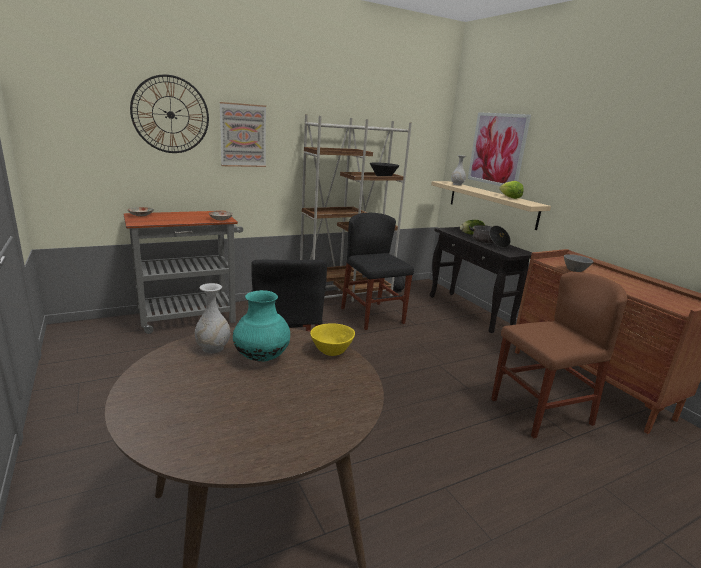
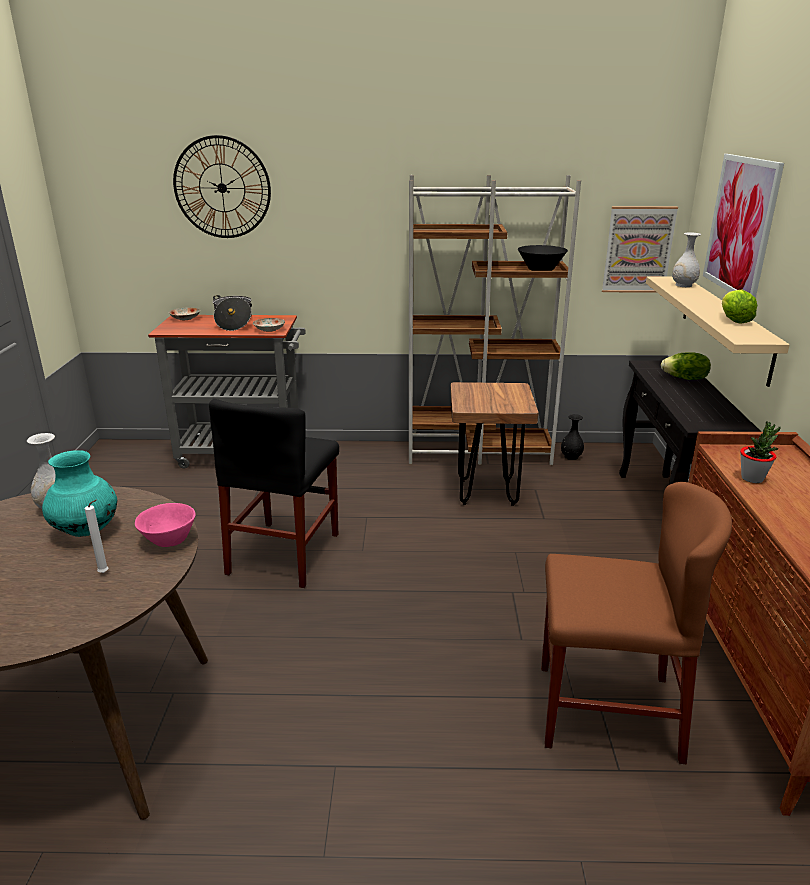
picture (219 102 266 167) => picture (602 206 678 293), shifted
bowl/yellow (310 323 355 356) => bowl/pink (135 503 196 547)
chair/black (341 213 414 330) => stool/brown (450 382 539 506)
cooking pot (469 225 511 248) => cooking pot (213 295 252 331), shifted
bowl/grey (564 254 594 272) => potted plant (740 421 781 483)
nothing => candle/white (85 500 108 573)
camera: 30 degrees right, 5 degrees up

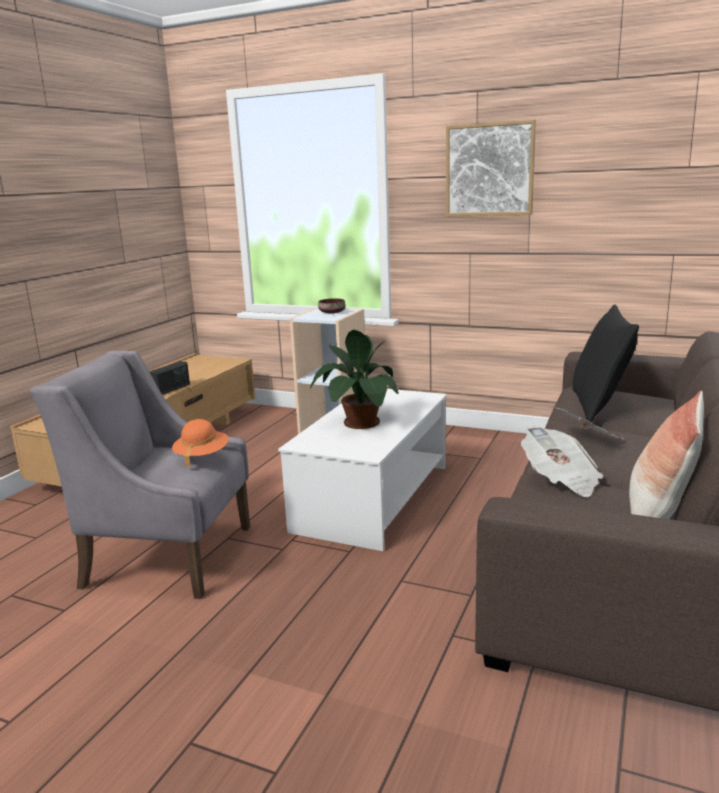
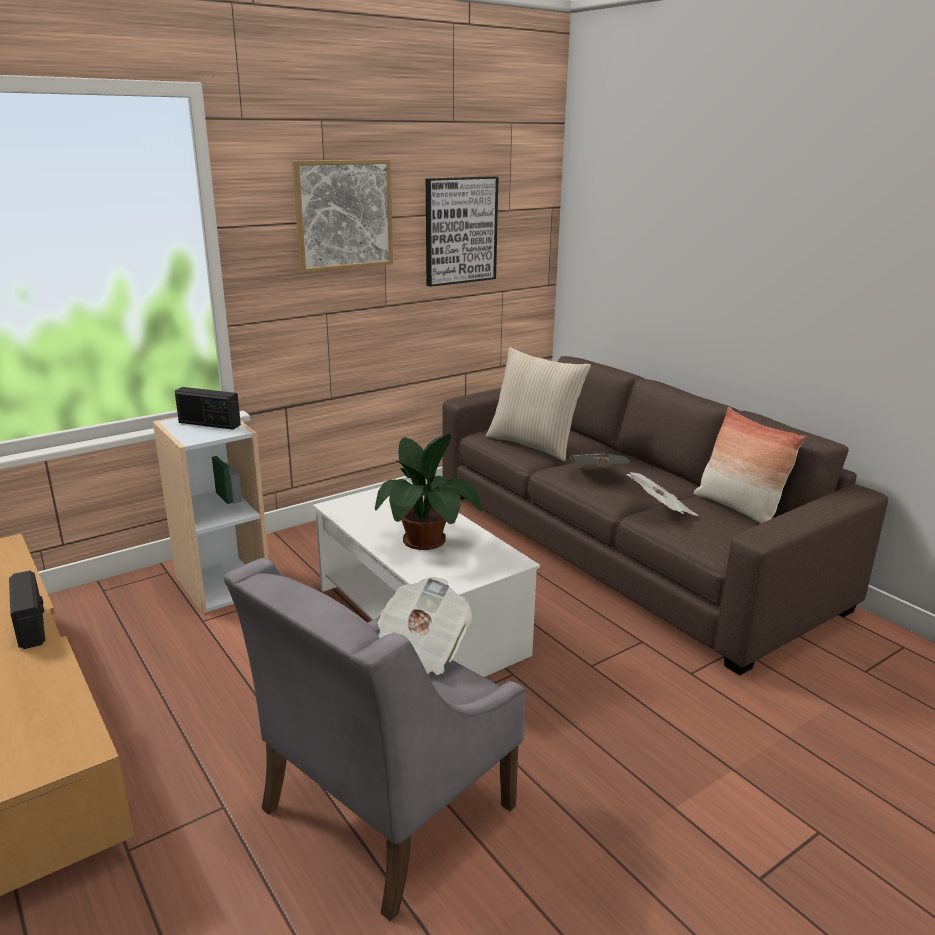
hat/orange (172 419 229 468) => newspaper (377 577 472 675)
bowl/brown (318 298 346 314) => radio (175 387 241 430)
pillow/black (572 305 639 422) => pillow/beige (486 347 591 461)
nothing => picture (426 176 499 287)
camera: 60 degrees left, 5 degrees up

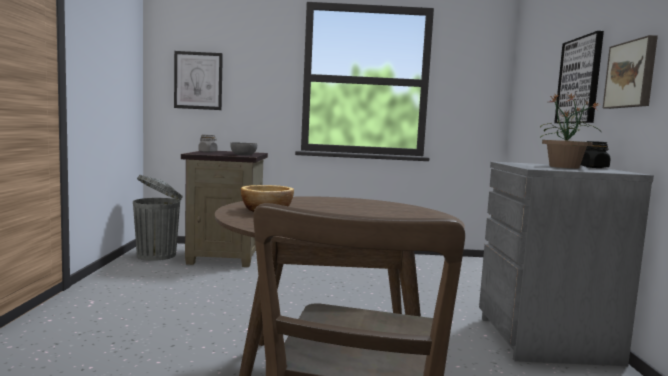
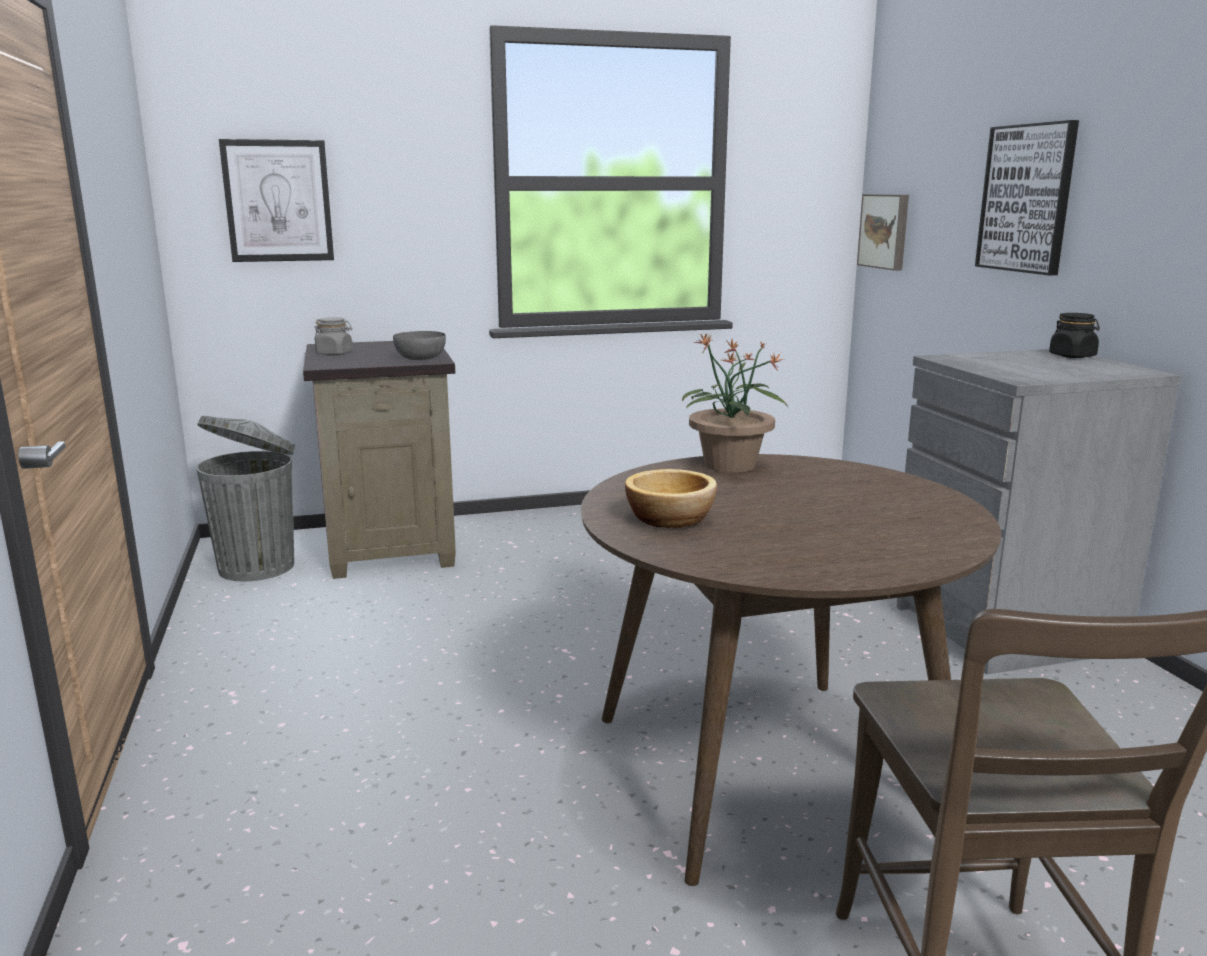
potted plant (540 93 601 168) => potted plant (682 333 789 473), shifted
picture (603 35 658 109) => picture (857 194 909 271), shifted
camera: 15 degrees left, 10 degrees up

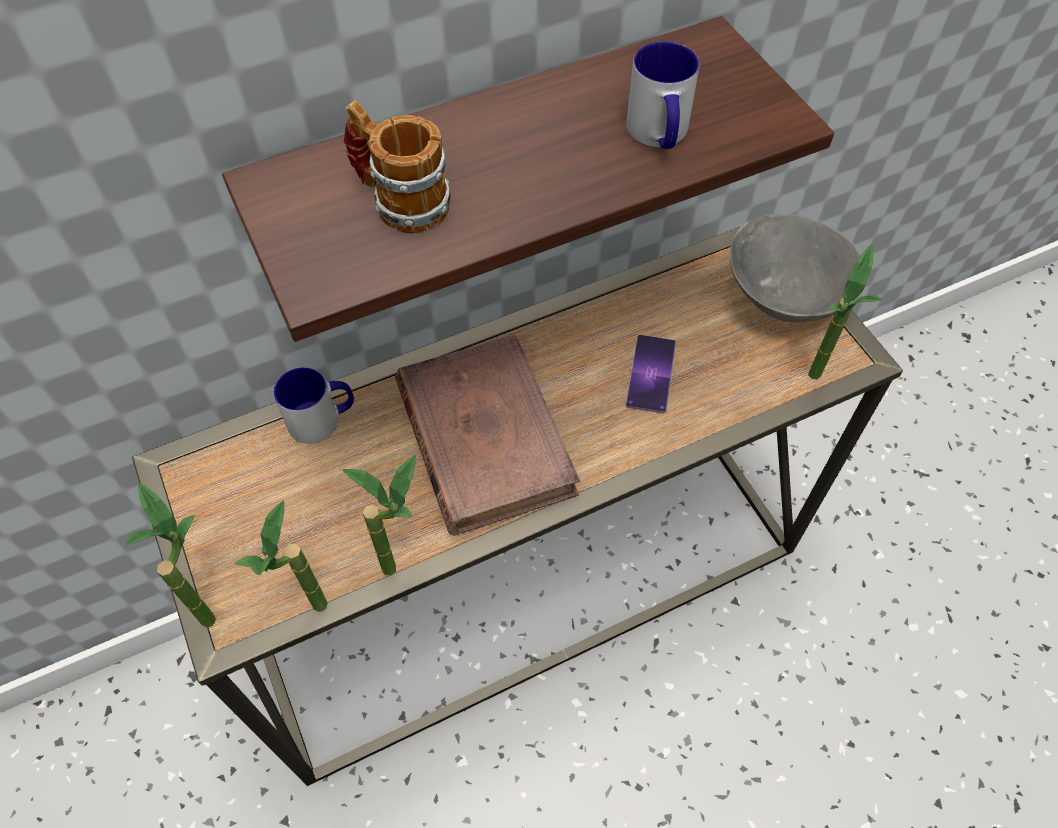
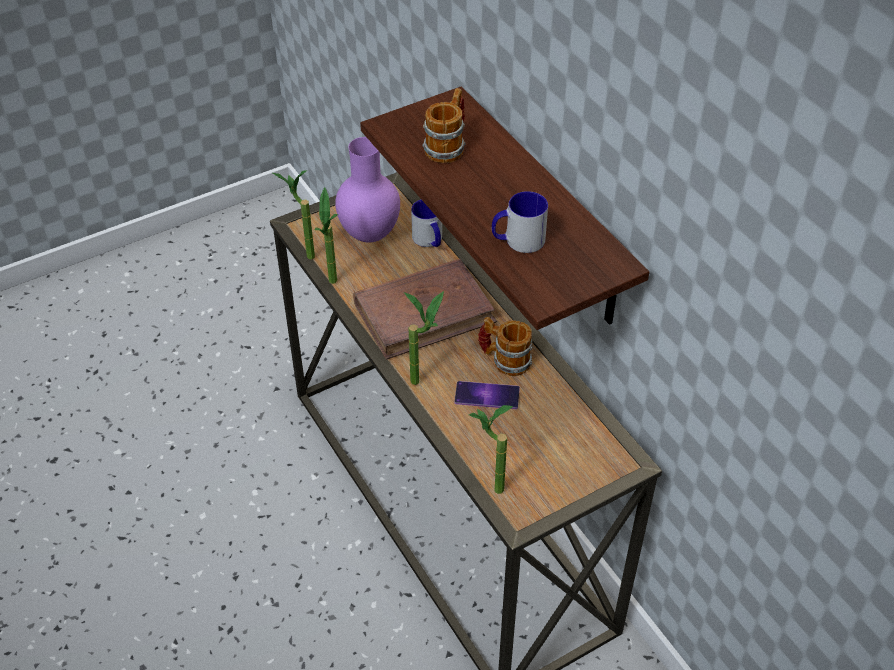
potted plant (125 482 216 628) => potted plant (404 291 444 385), shifted
bowl/grey (730 213 861 322) => nothing
nothing => vase/purple (335 137 400 243)
nothing => mug (478 317 532 376)
camera: 85 degrees right, 10 degrees down

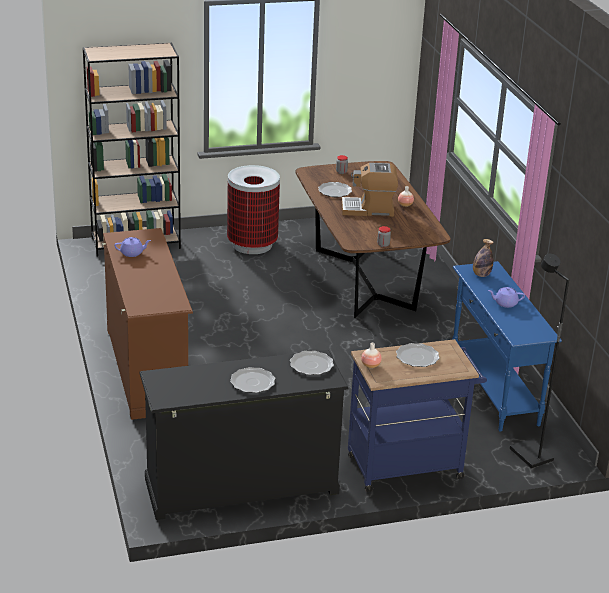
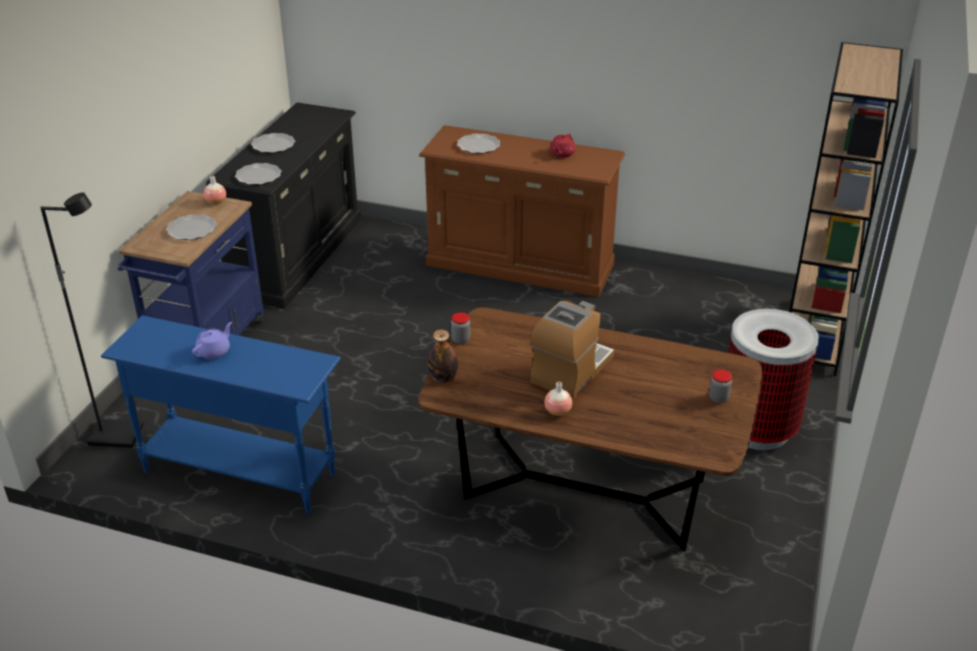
teapot/purple (114 237 151 257) => teapot/red (550 134 576 157)
plate (318 182 352 197) => plate (457 133 500 154), shifted
bottle (473 239 494 277) => bottle (428 329 458 383), shifted
camera: 125 degrees right, 5 degrees up

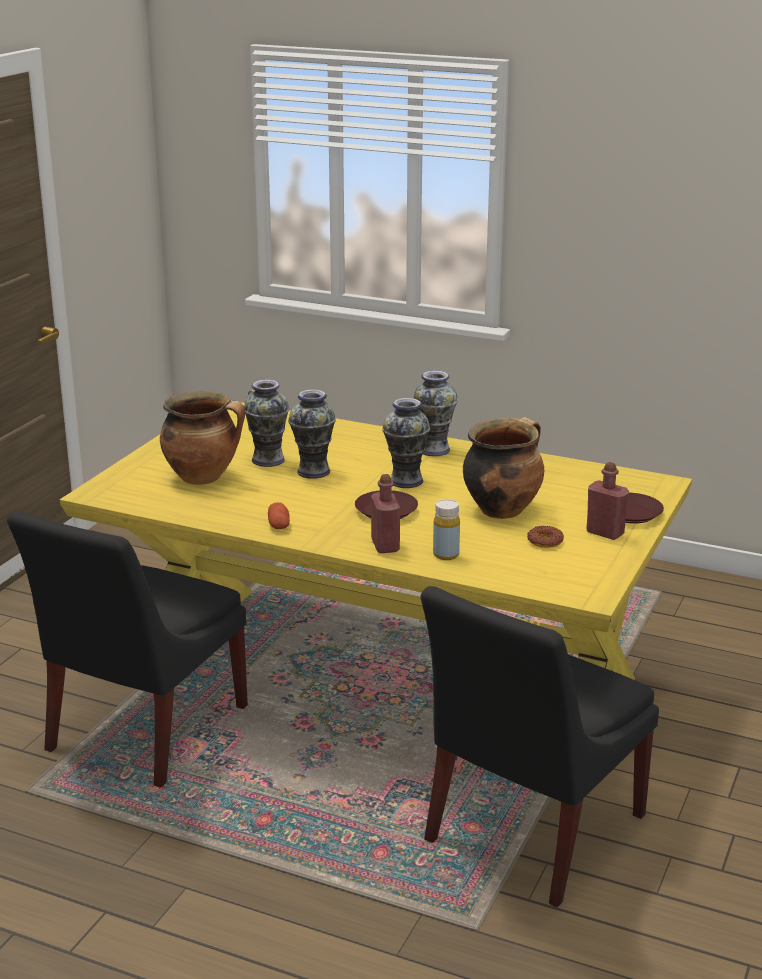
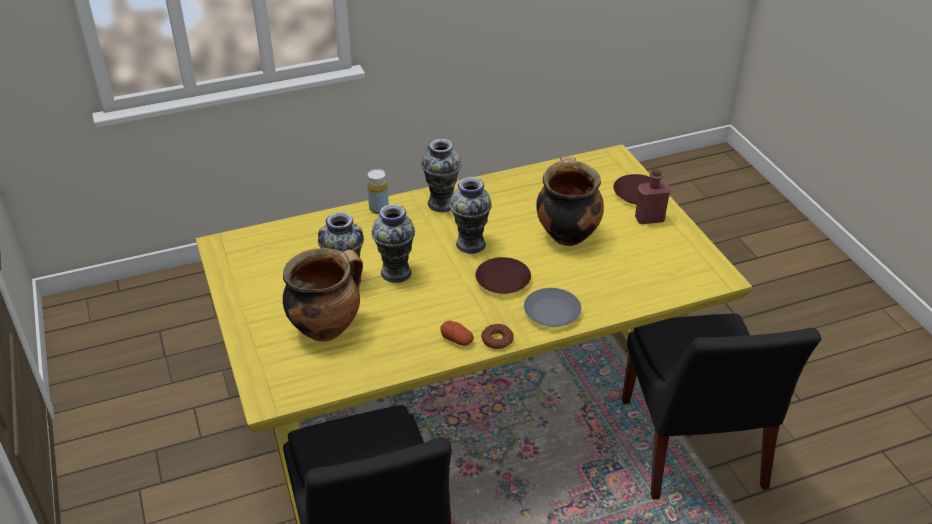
bottle/red (371 474 400 553) => plate/grey (524 288 581 327)
bottle/yellow (433 499 460 560) => bottle/yellow (367 169 389 214), shifted
donut (527 526 564 548) => donut (481 324 514 349), shifted
camera: 45 degrees left, 15 degrees up

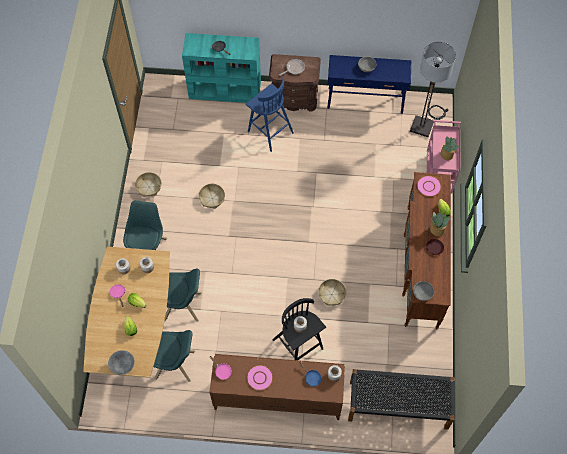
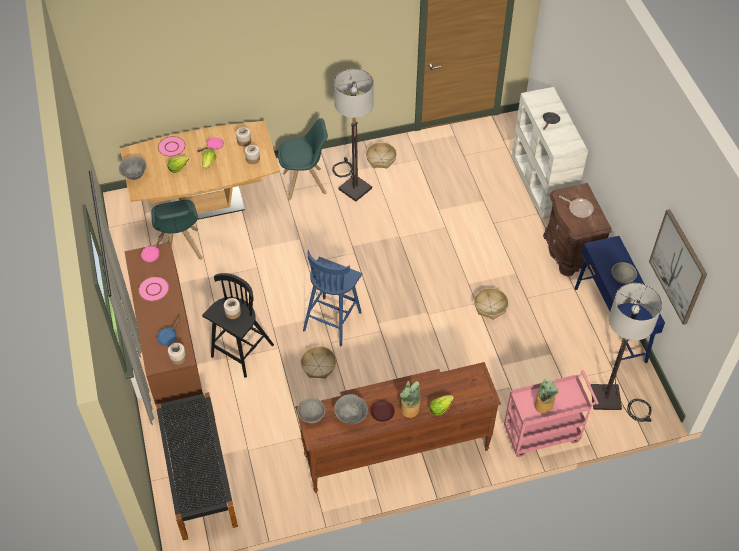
chair/turquoise (165 268 202 322) => nothing
bookcase/turquoise (182 33 261 103) => bookcase/white (512 87 588 219)
basket (198 184 225 209) => basket (474 288 509 320), shifted
stool/blue (246 77 294 152) => stool/blue (303 250 362 346), shifted
plate/pink (417 176 441 197) => plate/pink (158 136 186 157), shifted
nothing => floor lamp (332 69 374 202)
nothing => bowl/grey (334 394 368 424)
nothing => picture (649 209 707 325)
camera: 70 degrees right, 10 degrees down

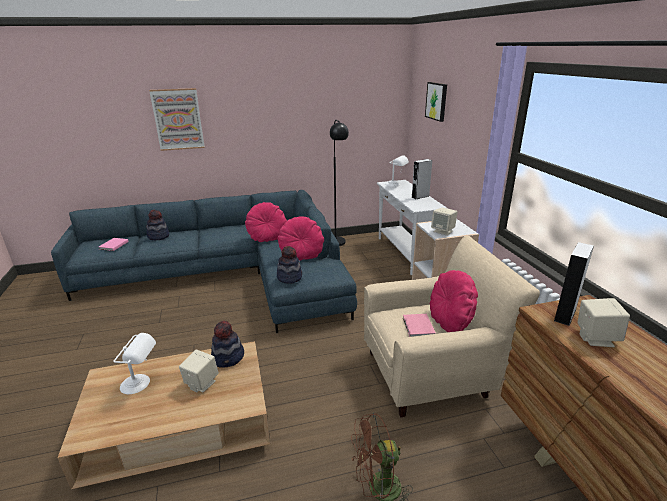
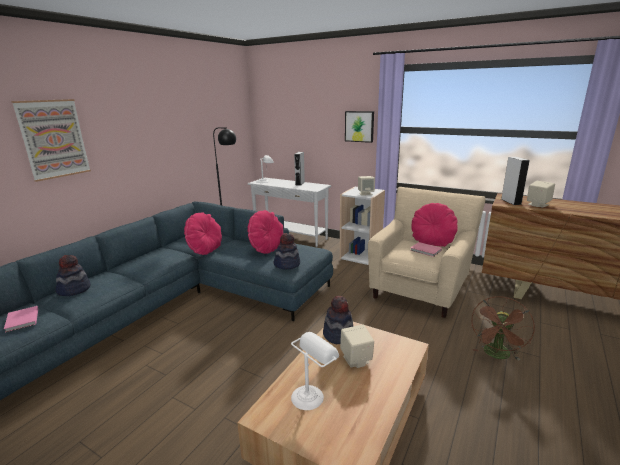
picture (425 82 447 122) => picture (345 111 374 143), shifted
camera: 45 degrees left, 5 degrees down

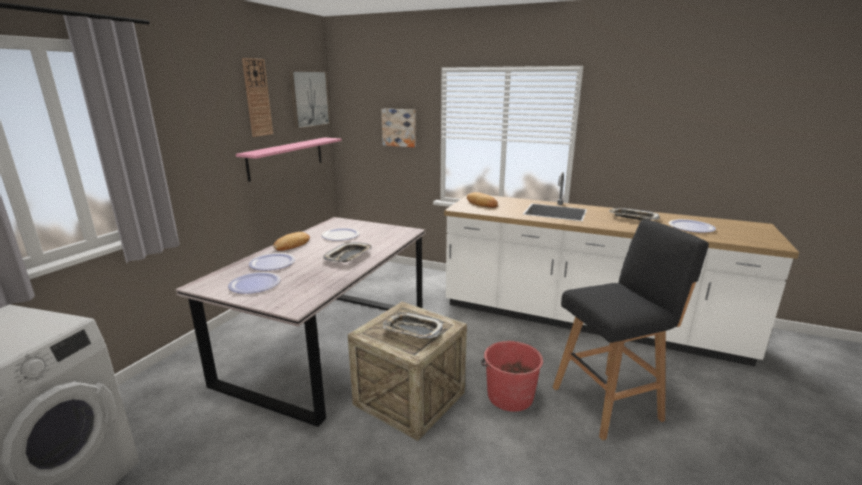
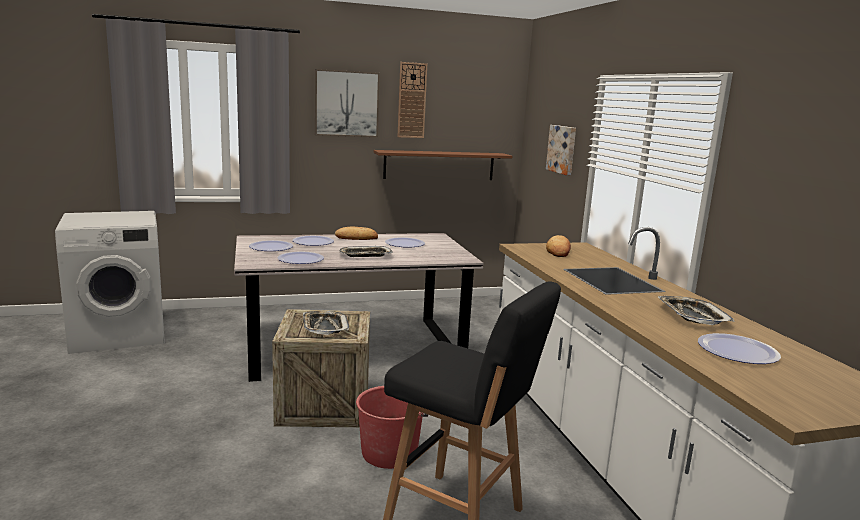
shelf/pink (236 137 342 182) => shelf/brown (373 150 513 180)
picture (289 70 331 129) => picture (315 69 380 137), shifted
nothing => plate (278 252 324 264)
camera: 50 degrees right, 5 degrees down

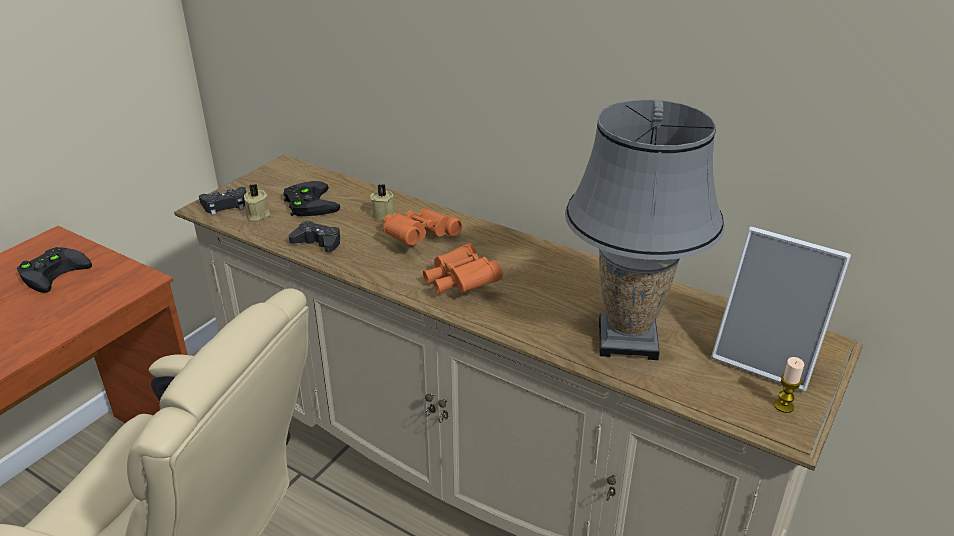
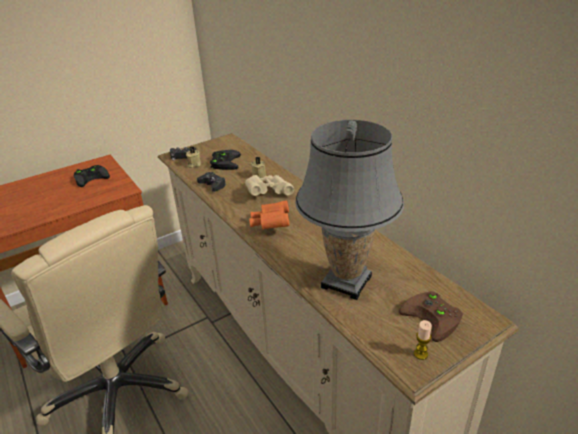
binoculars/orange (383 208 462 246) => binoculars/beige (245 175 294 196)
picture frame (711 227 851 392) => game controller/brown (399 291 463 342)
camera: 25 degrees right, 0 degrees up

